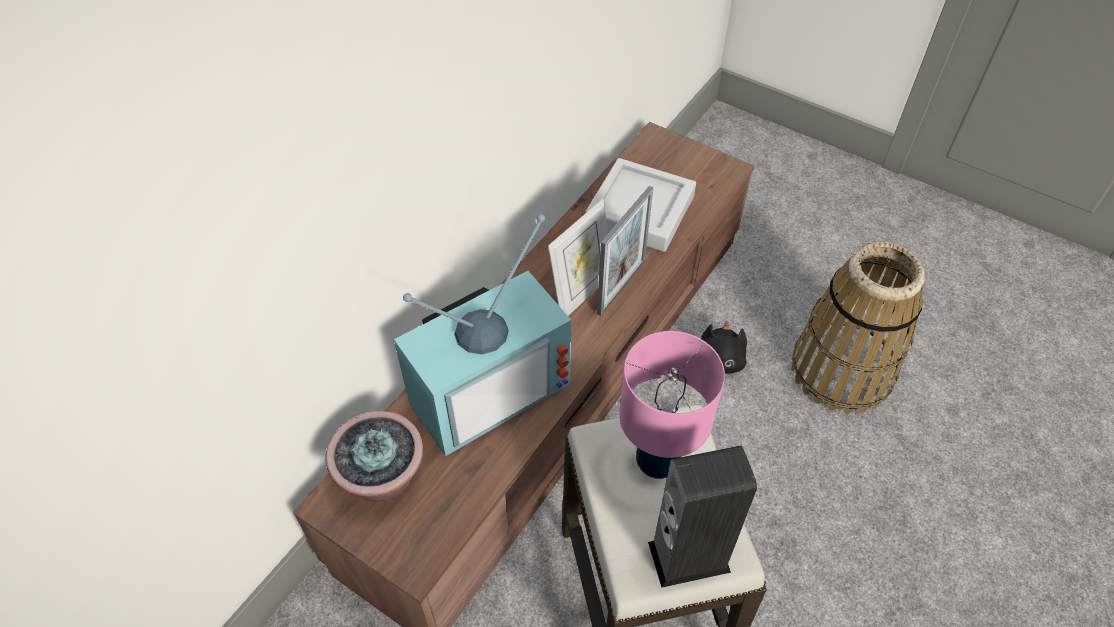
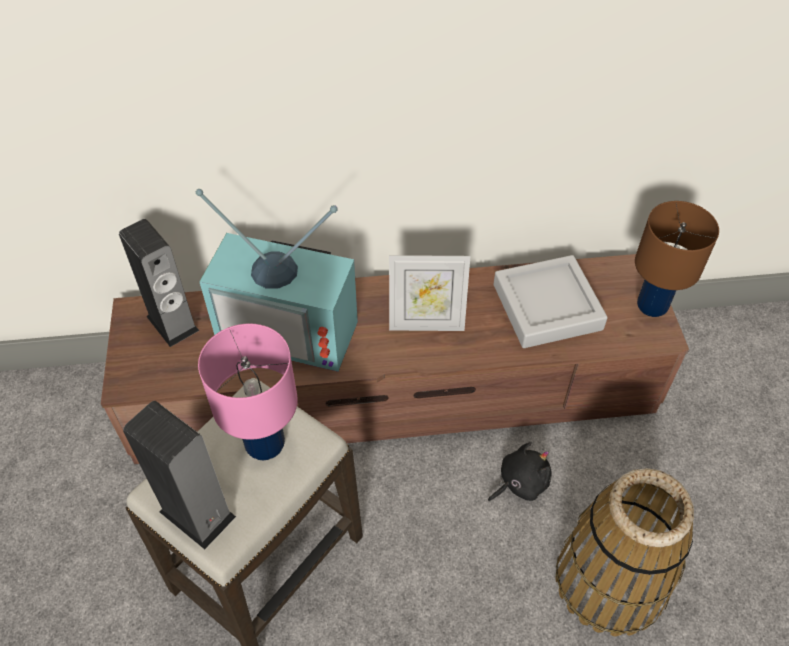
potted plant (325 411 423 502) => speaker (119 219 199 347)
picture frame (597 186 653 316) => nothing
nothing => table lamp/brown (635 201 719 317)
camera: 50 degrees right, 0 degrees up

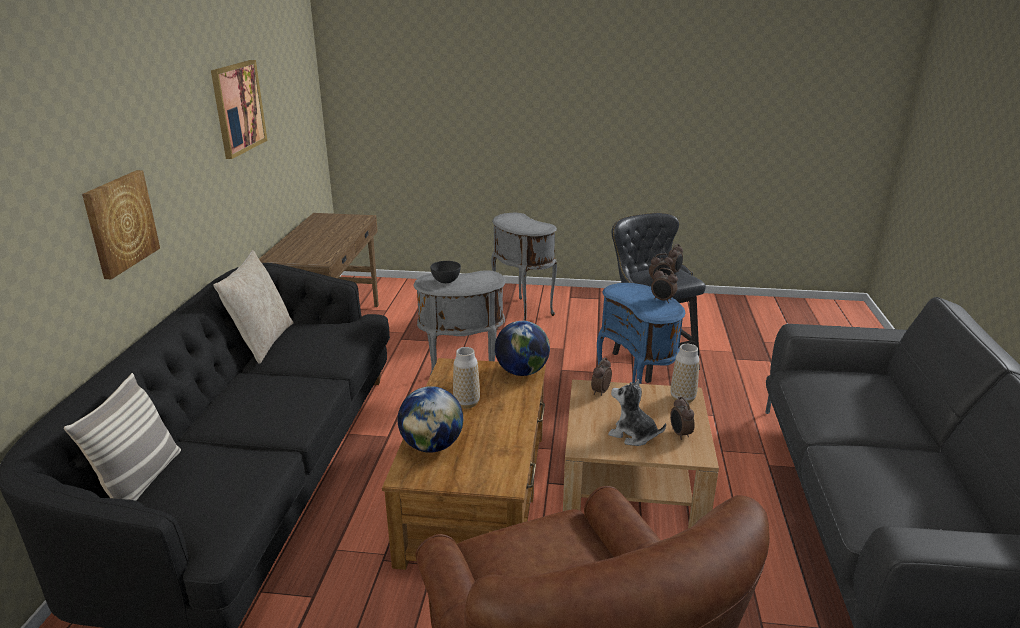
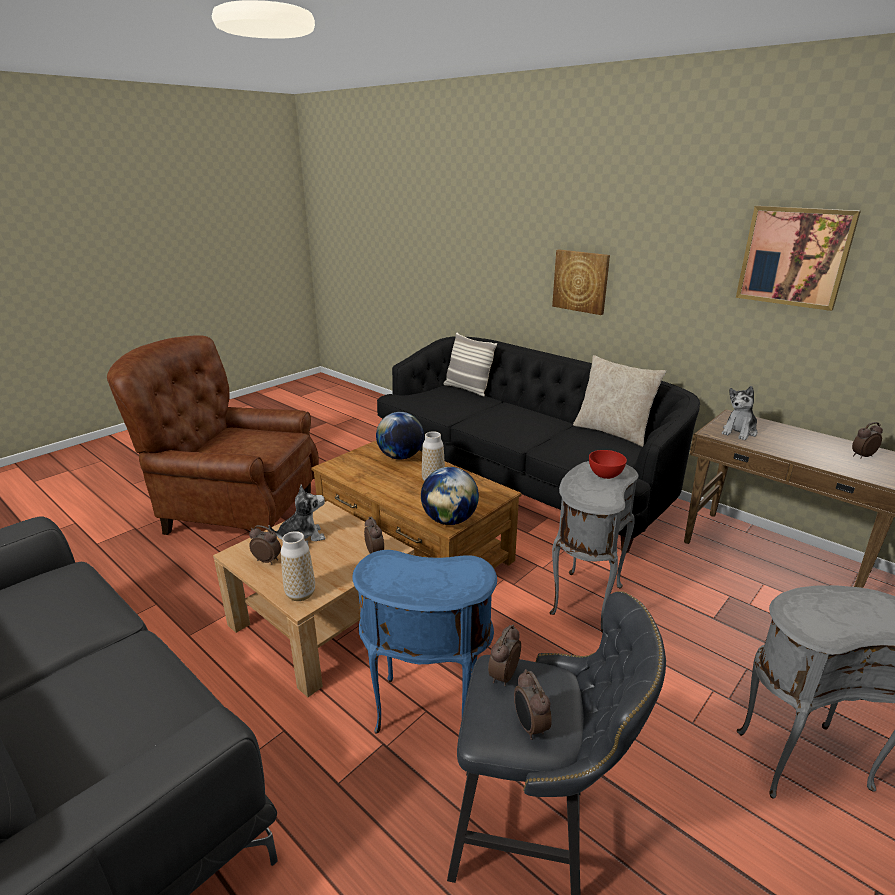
bowl/grey (430 261 461 283) => bowl/red (589 450 627 479)
alarm clock (651 268 678 303) => alarm clock (852 422 883 458), shifted
nothing => plush toy (722 386 757 440)
camera: 125 degrees right, 0 degrees up

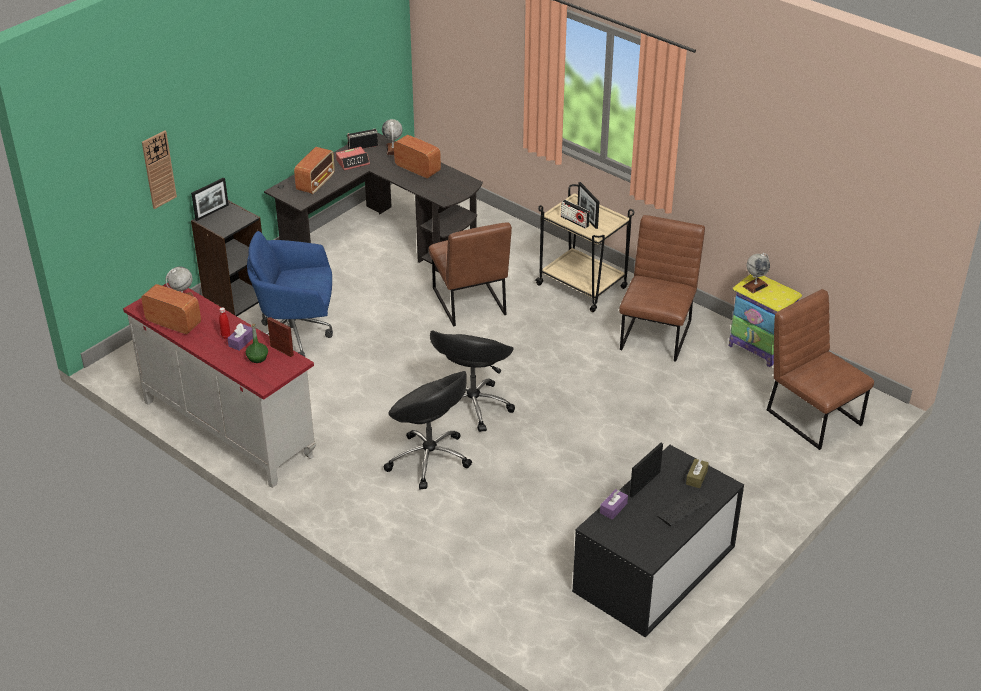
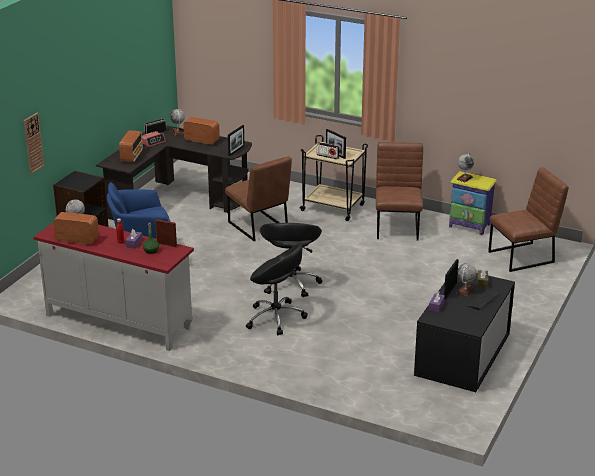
picture frame (191 177 229 221) => picture frame (228 125 245 156), shifted
chair/brown (767 289 874 450) => chair/brown (488 167 569 272), 120 degrees clockwise
nothing => globe (457 263 477 296)
camera: 15 degrees left, 10 degrees down

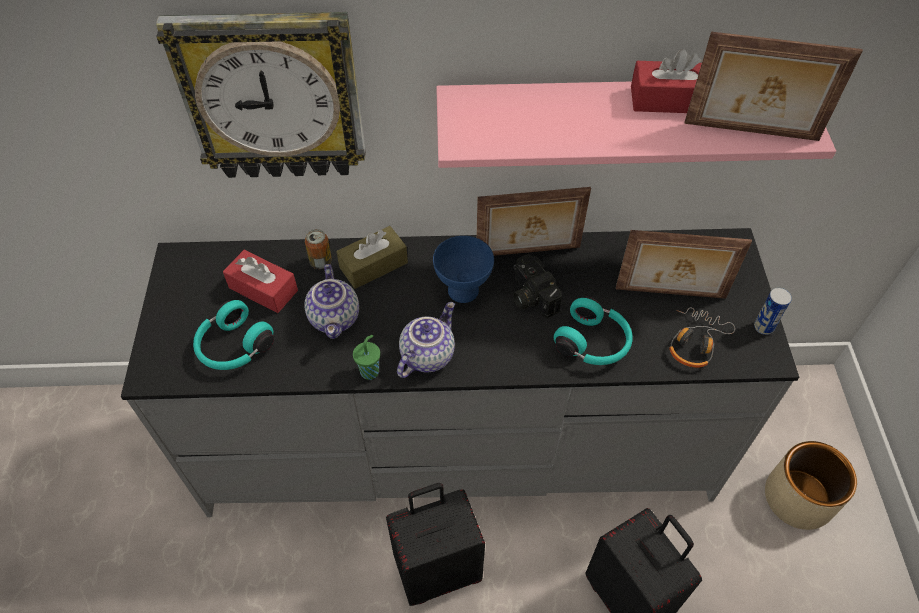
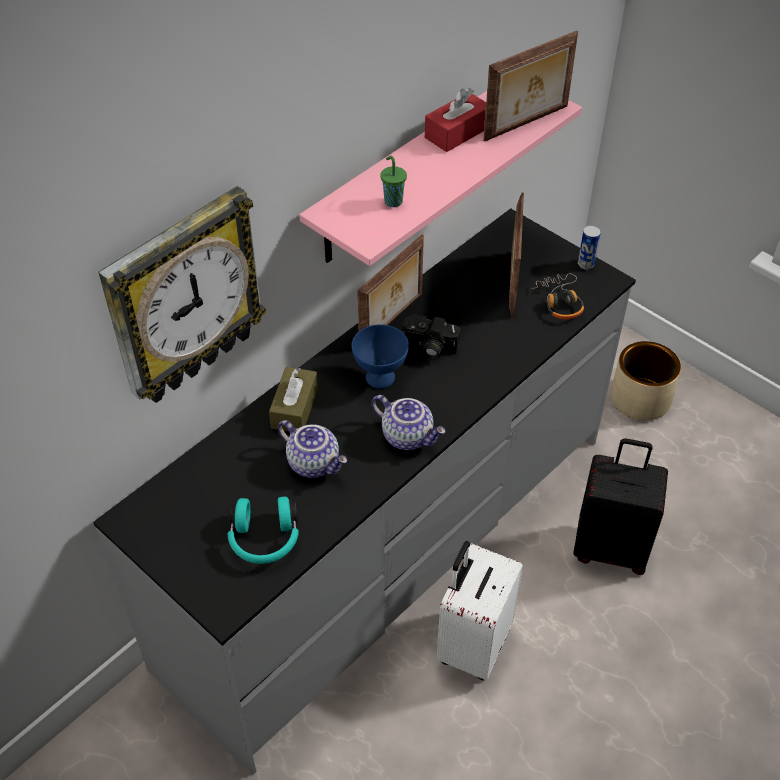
tissue box/red (223 250 298 313) => nothing
can (305 229 332 269) => nothing
cup/green (353 335 380 380) => cup/green (380 156 407 207), shifted
suitcase/black (386 483 485 606) => suitcase/white (436 541 523 681)
teapot (397 302 455 378) => teapot (371 395 445 450), 135 degrees clockwise
headphones/turquoise (554 297 633 365) => nothing
picture frame (616 230 752 299) => picture frame (509 193 524 318), 135 degrees clockwise
camera: 45 degrees left, 5 degrees down

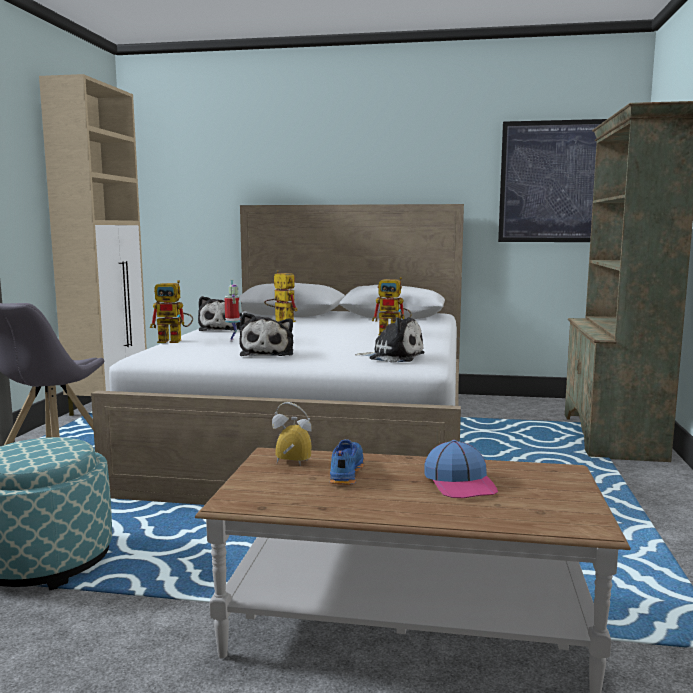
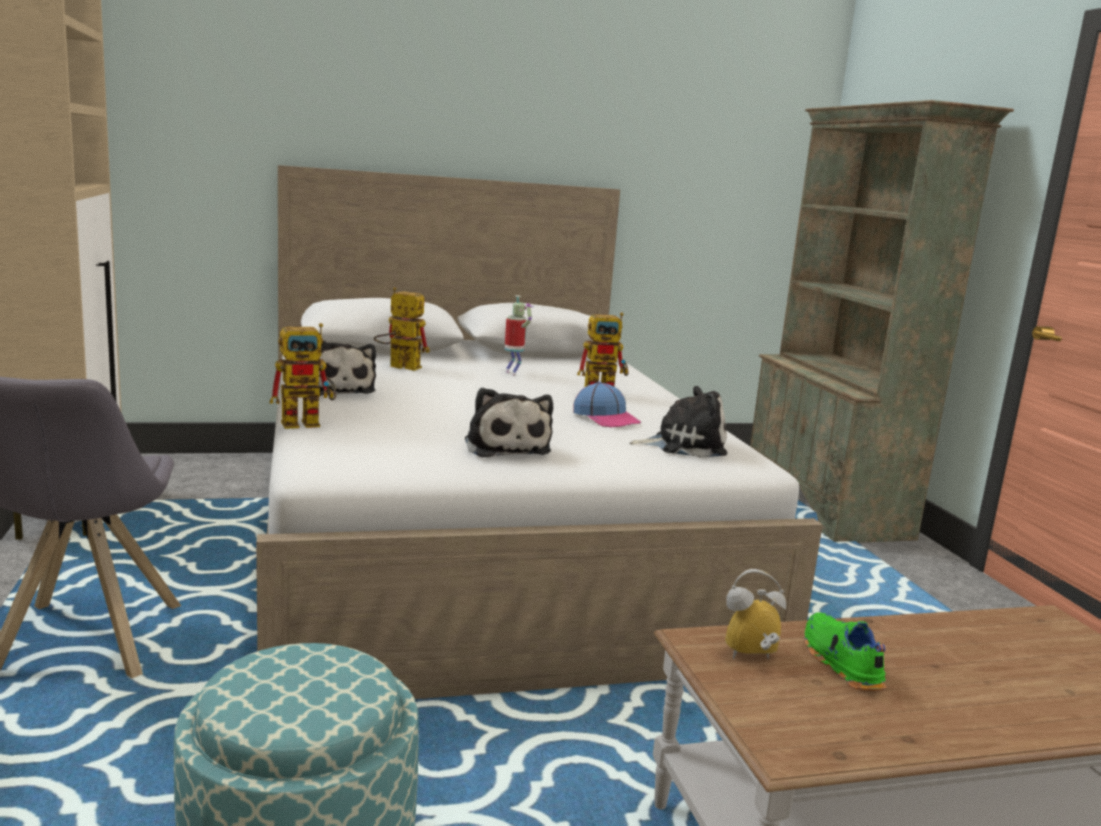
toy robot (225 279 242 342) => toy robot (505 296 534 376), shifted
shoe/blue (330 439 364 485) => shoe/green (804 612 886 691)
cap (424 440 498 498) => cap (573 382 641 427), shifted
picture (498 119 607 242) => nothing
camera: 25 degrees left, 5 degrees up

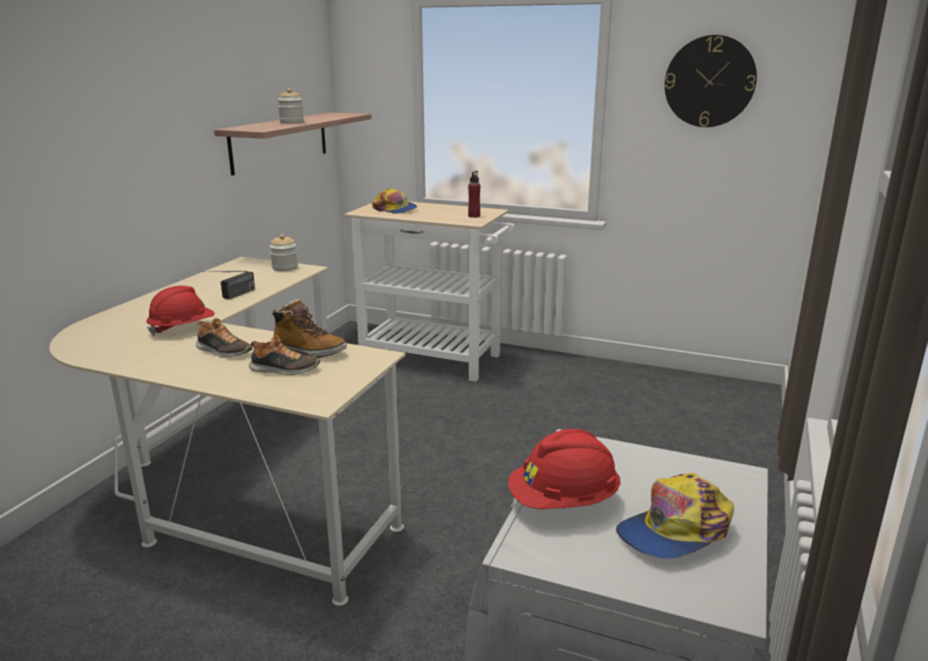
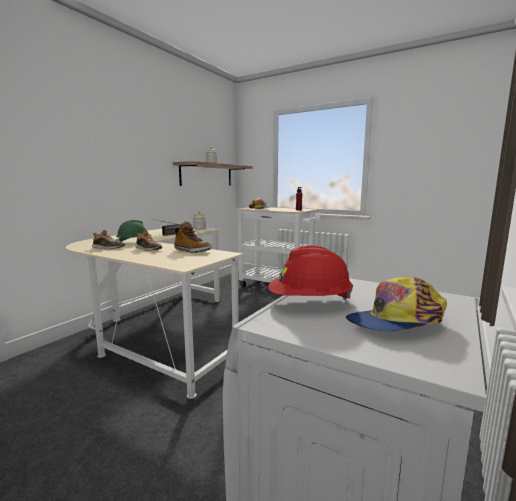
hard hat/red (146 286 215 336) => hard hat/green (116 220 152 242)
shoe (249 335 320 375) => shoe (92 230 125 249), shifted
wall clock (665 35 757 127) => nothing
camera: 10 degrees right, 10 degrees down

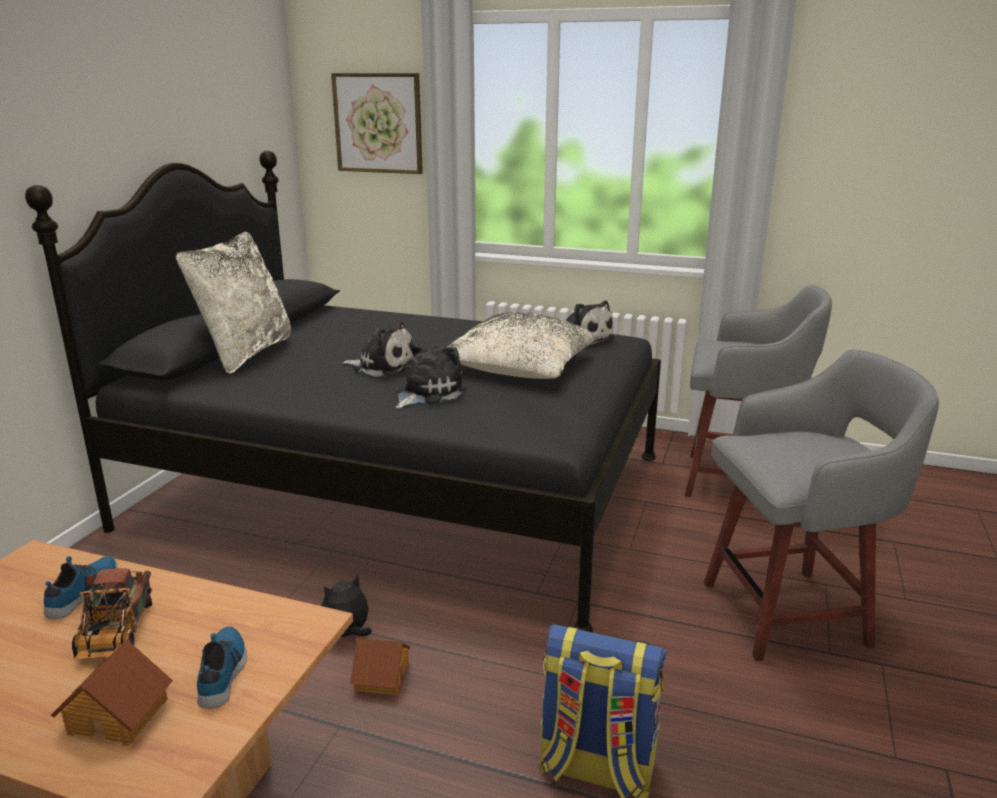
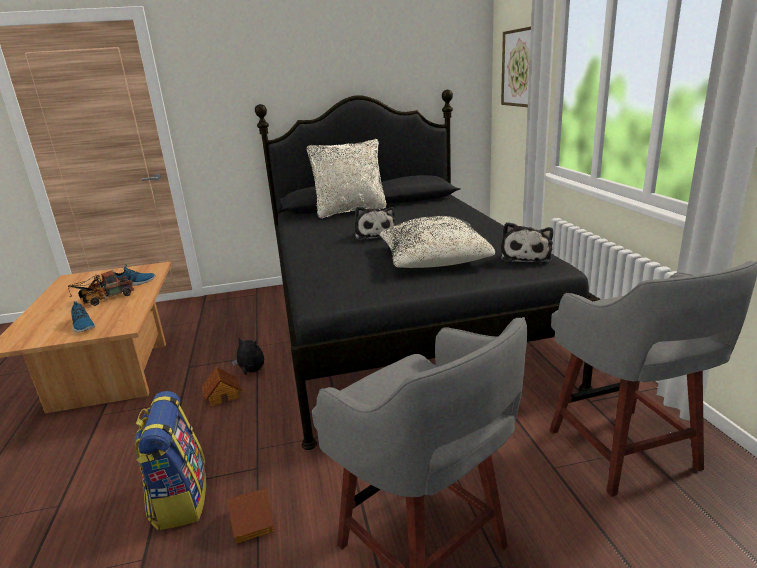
toy house (51 639 173 746) => toy house (227 488 274 544), shifted
shoe (197 626 247 709) => shoe (71 301 95 332), 90 degrees clockwise
plush toy (396 343 467 409) => nothing
camera: 60 degrees right, 0 degrees up

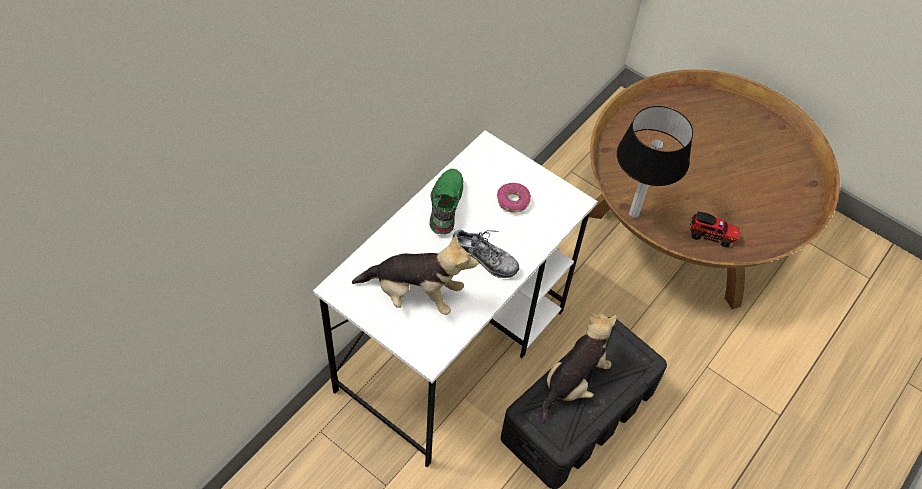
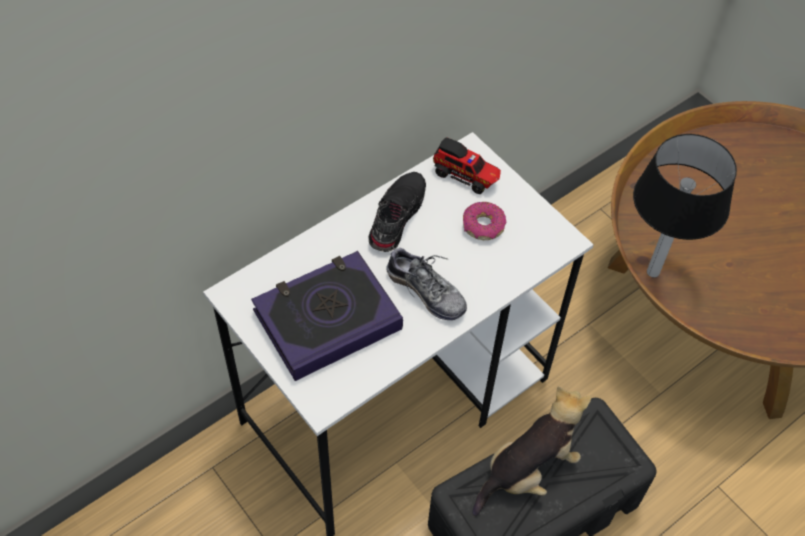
plush toy (352 234 478 315) => book (251 251 403 381)
shoe/green (429 169 463 235) => shoe/black (369 172 426 252)
toy truck (690 211 741 247) => toy truck (433 137 501 194), shifted
camera: 15 degrees right, 0 degrees up

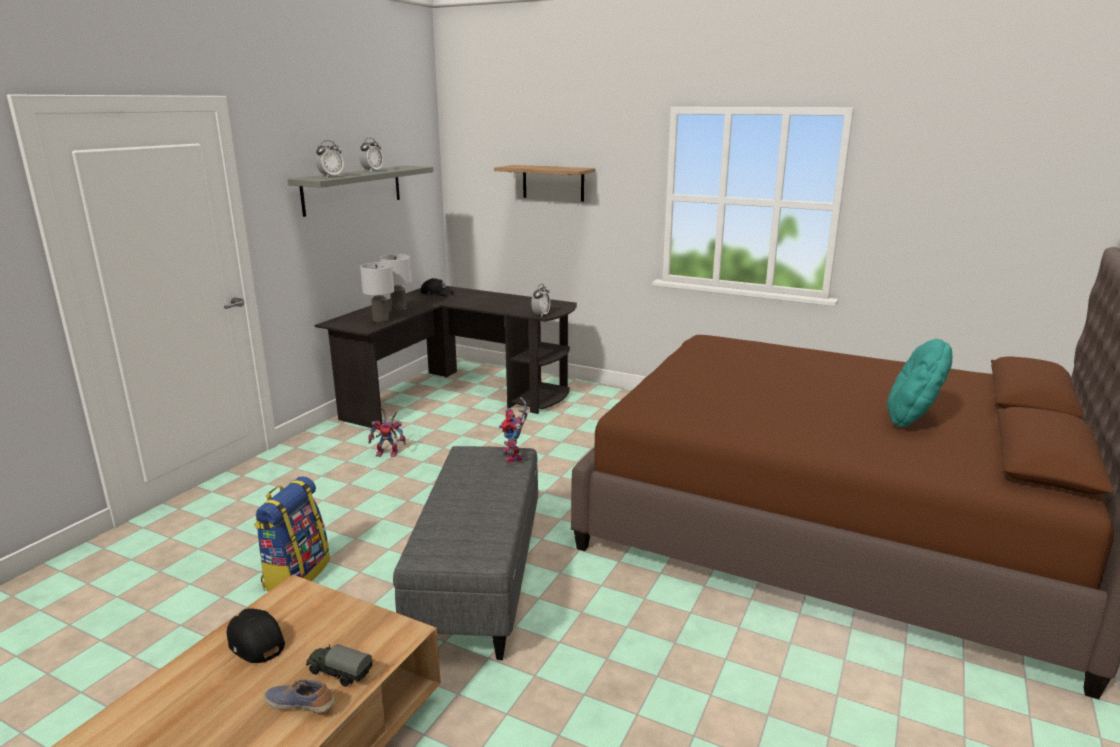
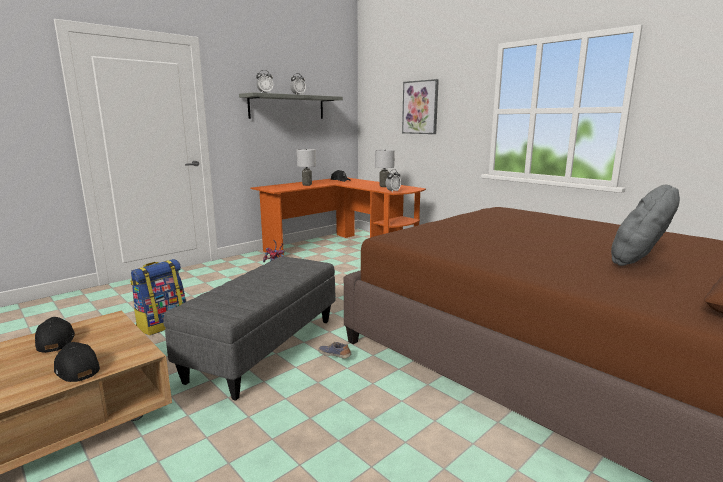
shoe (264 679 335 713) => shoe (318 342 351 358), shifted
toy truck (306 644 373 687) => cap/black (54 342 100 382)
desk/black (314 286 577 430) => desk/orange (251 178 426 257)
table lamp/white (360 262 394 323) => table lamp/white (375 149 395 187), shifted
shelf (494 165 595 202) => picture (402 79 439 134)
toy robot (499 397 527 462) => nothing
pillow/turquoise (887 339 952 427) => pillow/grey (611 185 680 266)
camera: 20 degrees right, 5 degrees down

